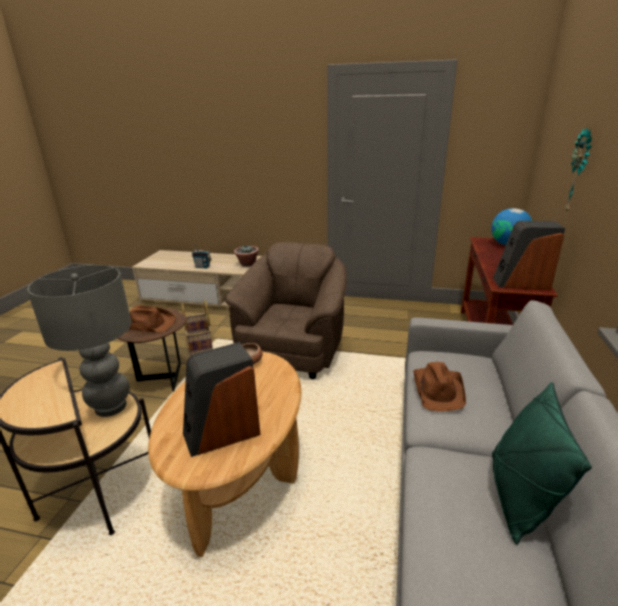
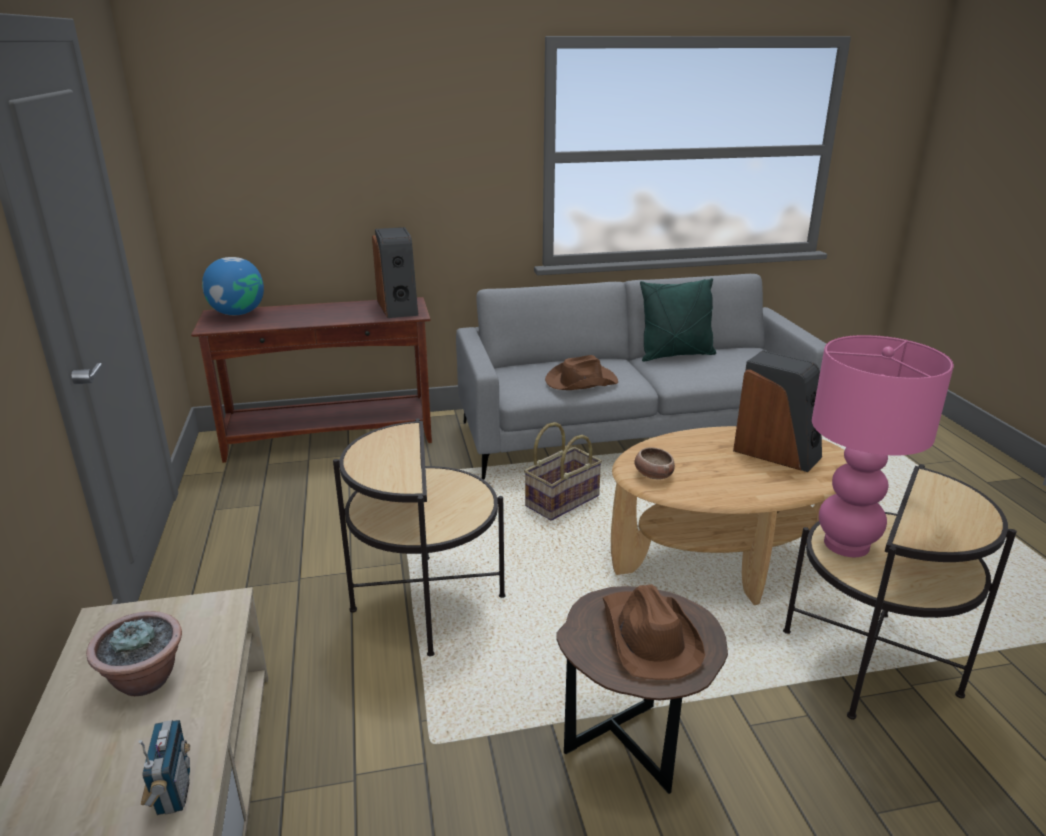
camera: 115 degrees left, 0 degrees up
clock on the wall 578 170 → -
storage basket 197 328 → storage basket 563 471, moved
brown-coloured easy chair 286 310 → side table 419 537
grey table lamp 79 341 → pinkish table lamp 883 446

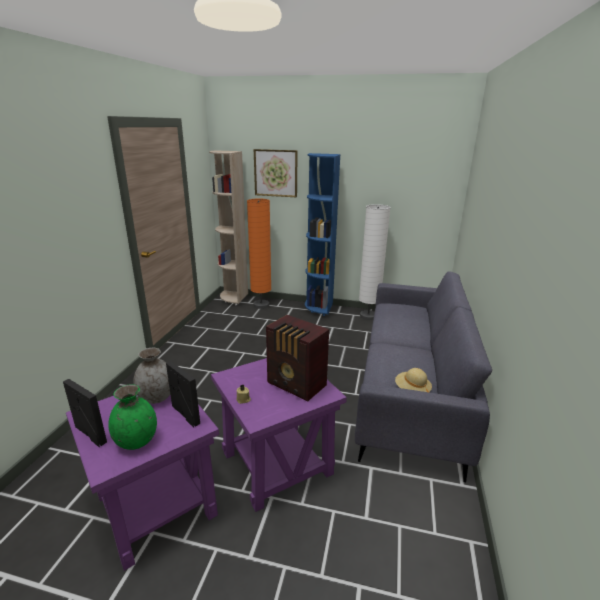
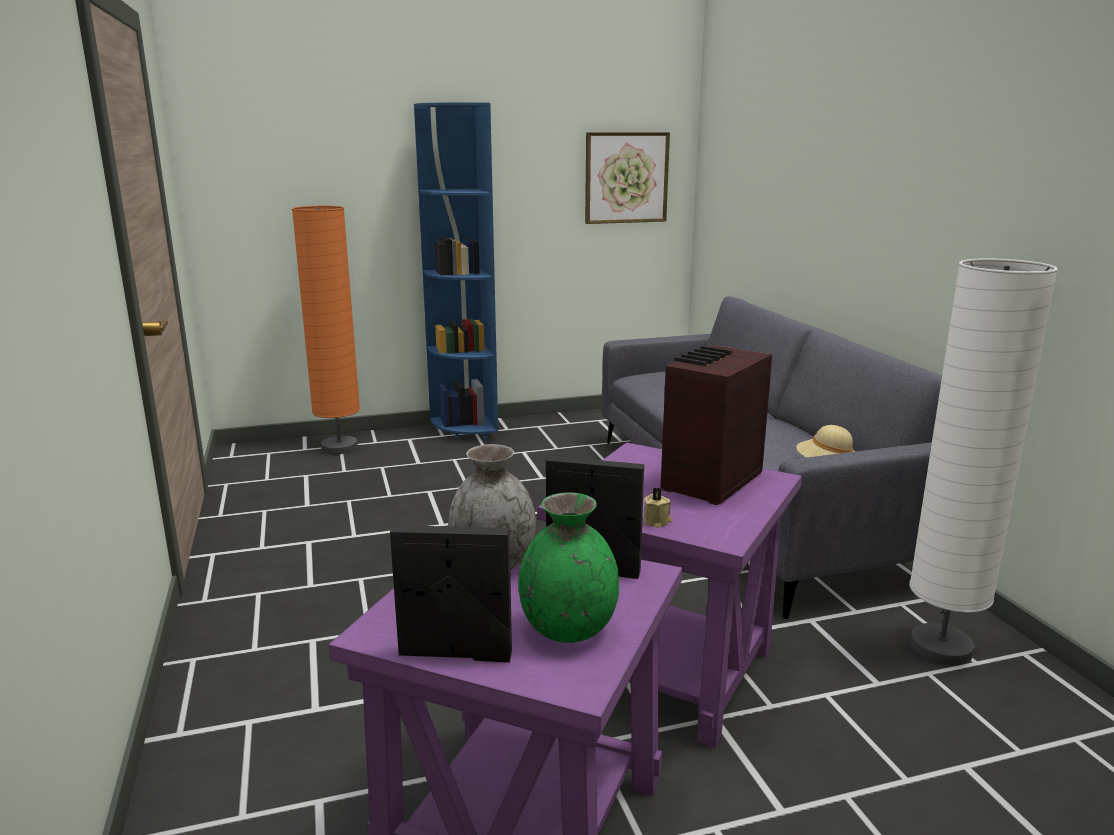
camera: 30 degrees left, 5 degrees down
beige-coloured bookcase 228 227 → -
wall picture 276 173 → wall picture 627 178, moved
white floor lamp 375 262 → white floor lamp 983 462, moved
radio set 297 358 → radio set 716 425, 120 degrees clockwise

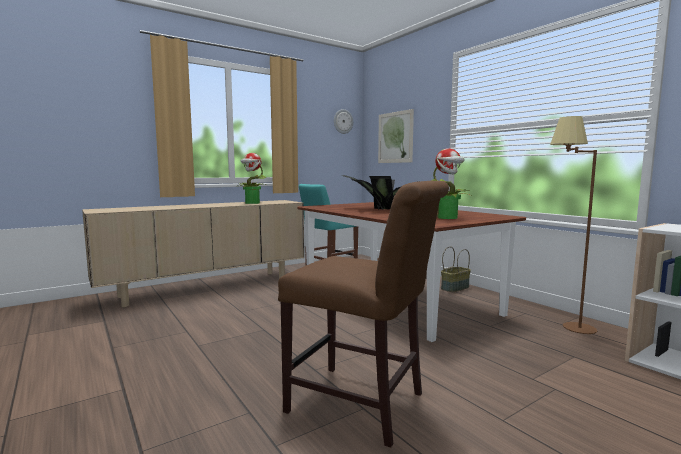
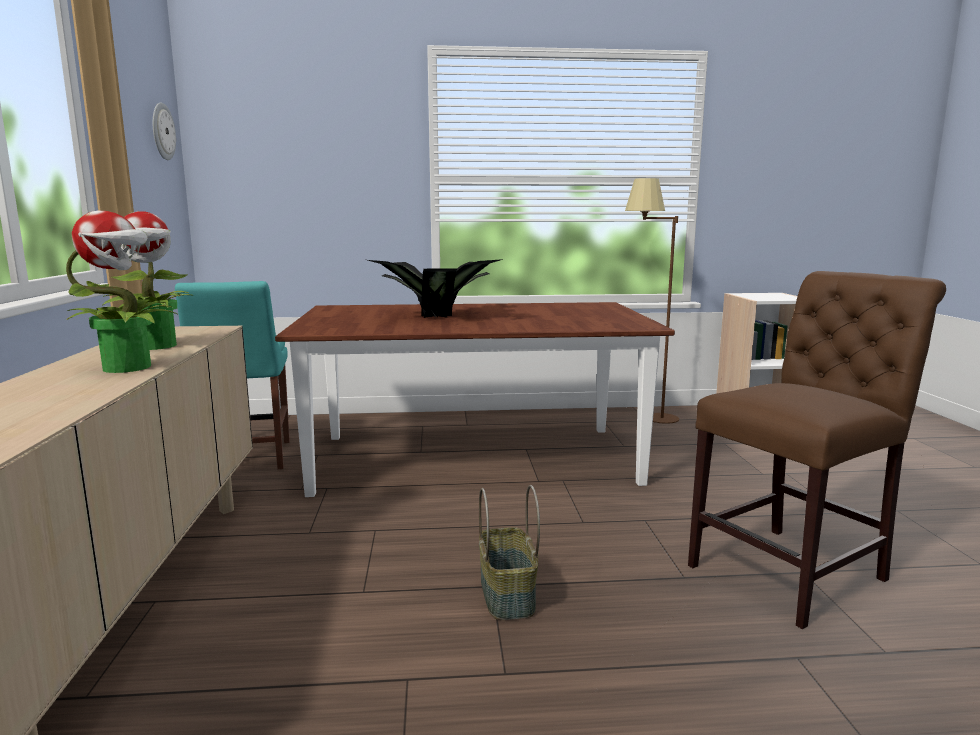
camera: 60 degrees left, 5 degrees up
wall picture 396 136 → -
plant in a pot 451 183 → plant in a pot 121 292, moved
storage basket 456 269 → storage basket 509 552, moved

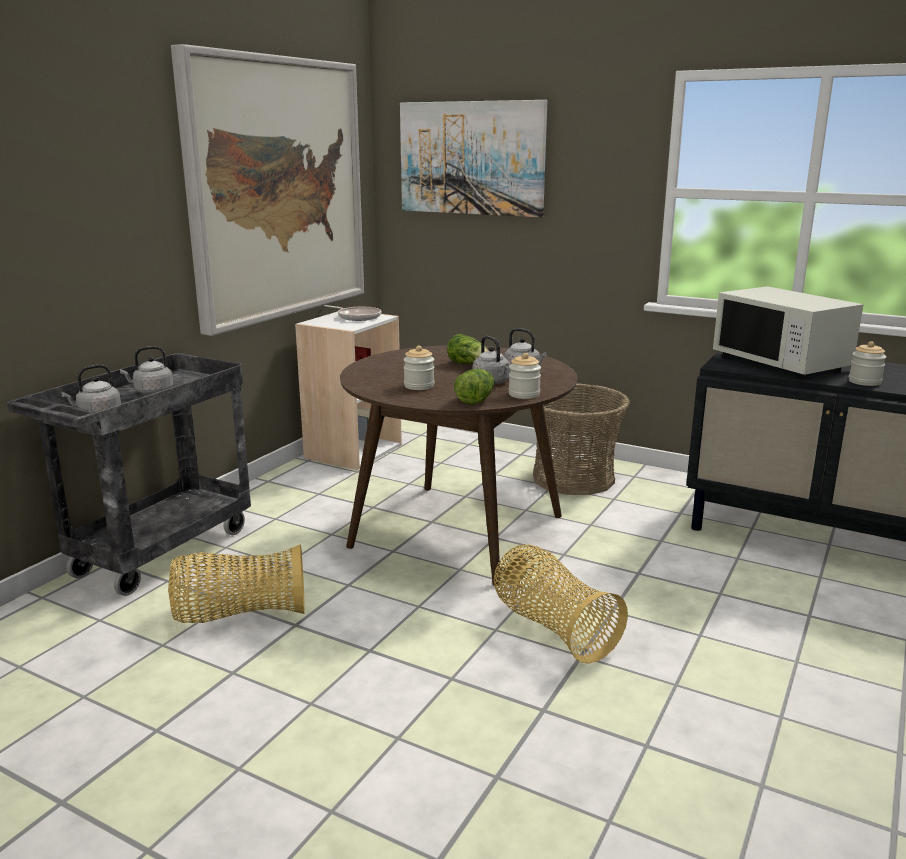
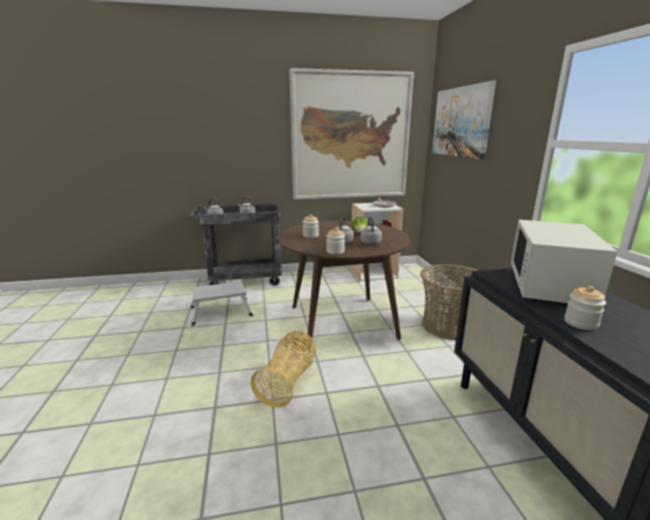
camera: 50 degrees right, 0 degrees up
lettuce head 474 387 → -
storage basket 236 583 → white step ladder 222 303

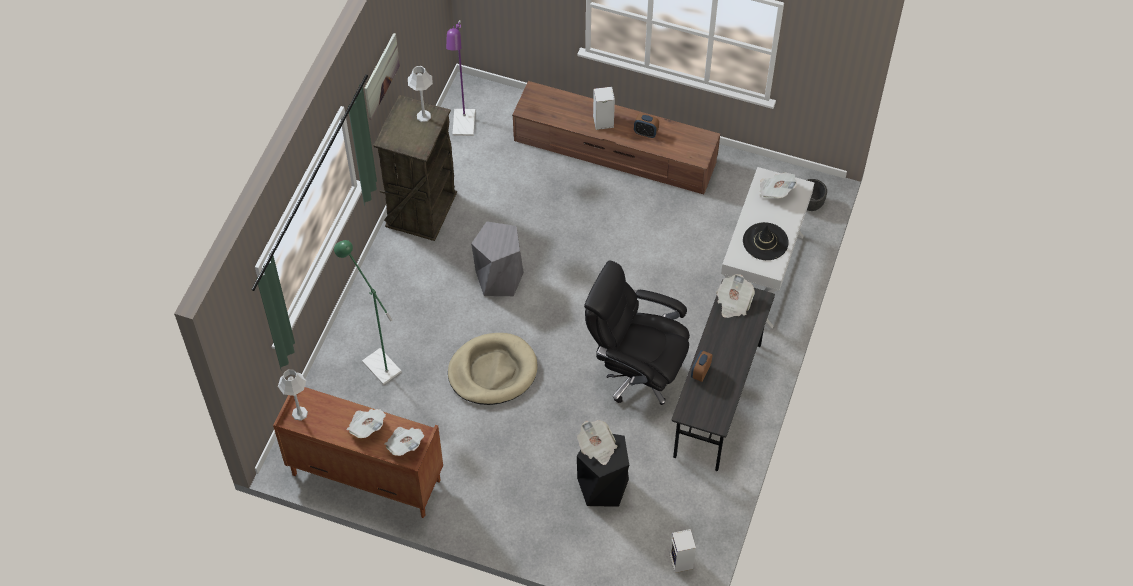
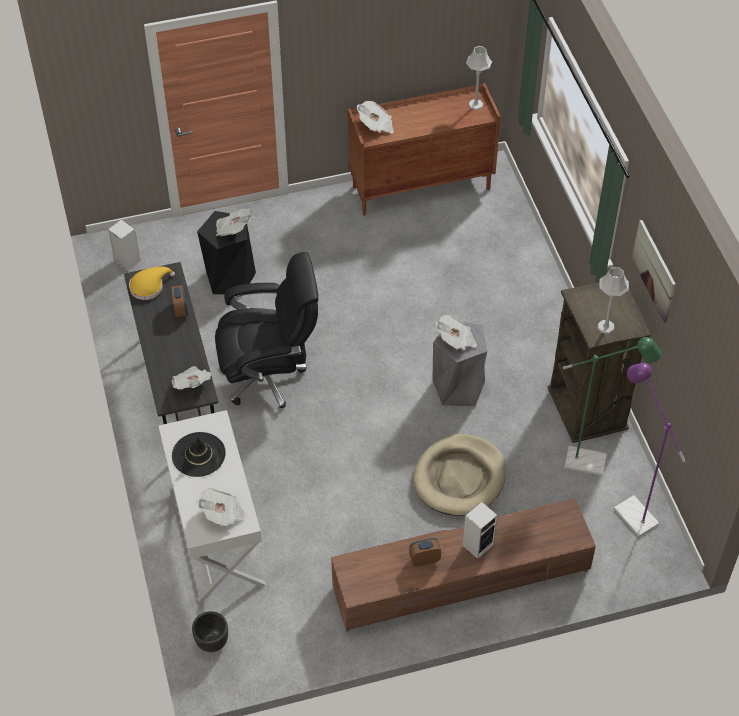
camera: 145 degrees right, 5 degrees down
- → yellow-coloured hat 152 283
green-coloured floor lamp 367 312 → green-coloured floor lamp 612 406, moved
newspaper 366 423 → newspaper 456 332, moved
beige-coloured pet bed 492 369 → beige-coloured pet bed 459 475, moved

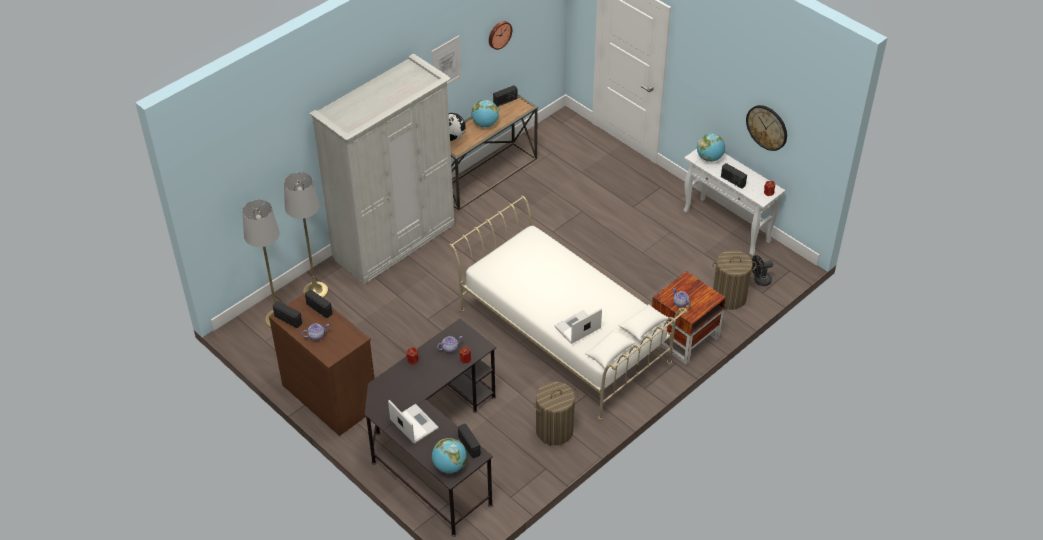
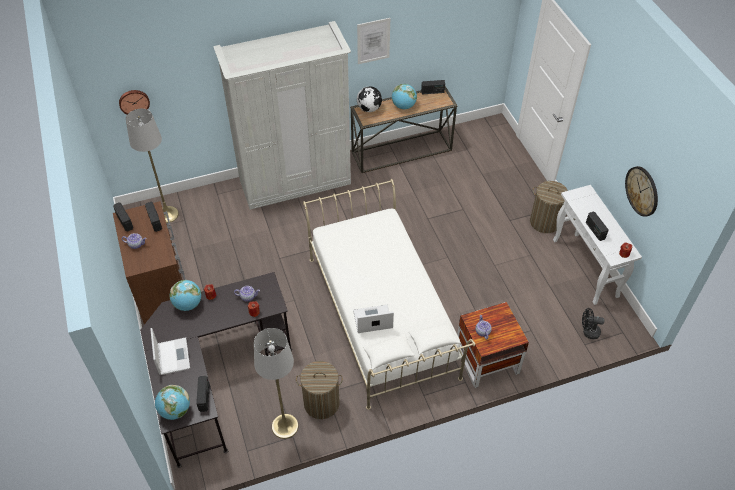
camera: 25 degrees right, 5 degrees up
grey floor lamp 306 235 → grey floor lamp 276 383, moved
clock on the wall 500 35 → clock on the wall 134 102, moved
desk globe 711 147 → desk globe 185 295, moved
hamper 734 280 → hamper 549 207, moved

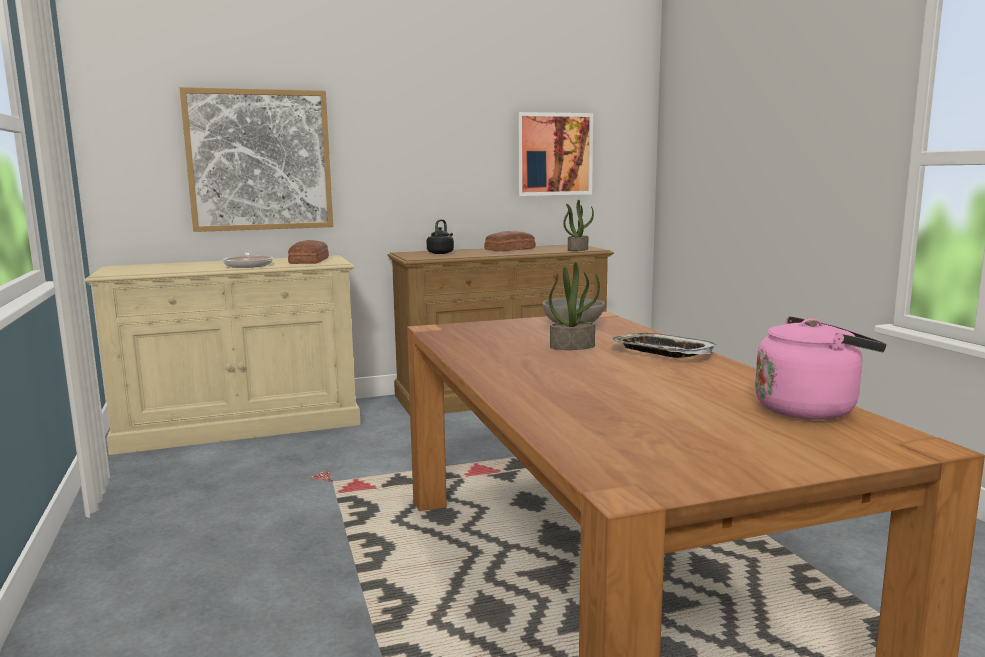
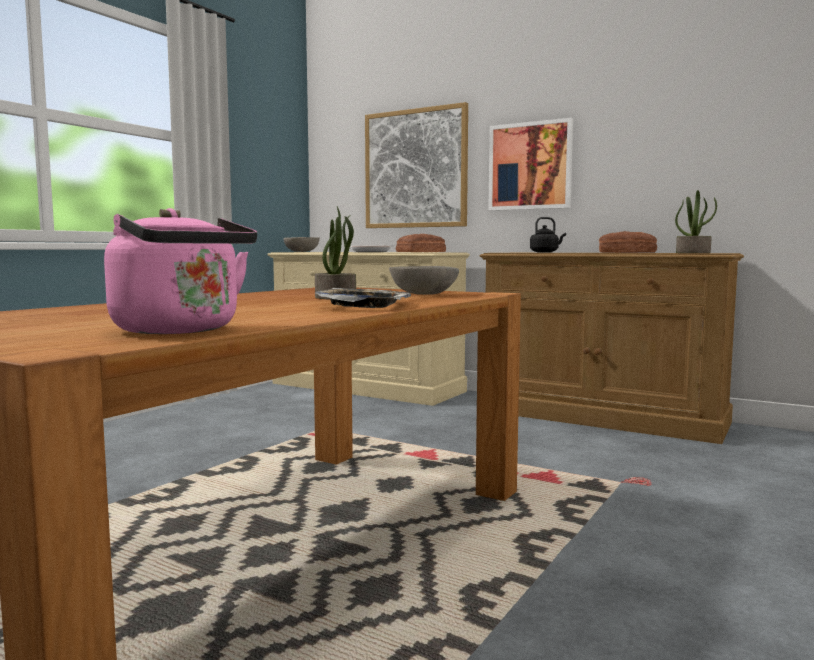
camera: 50 degrees right, 5 degrees down
- → grey serving bowl 301 244
wall picture 555 154 → wall picture 530 164, moved

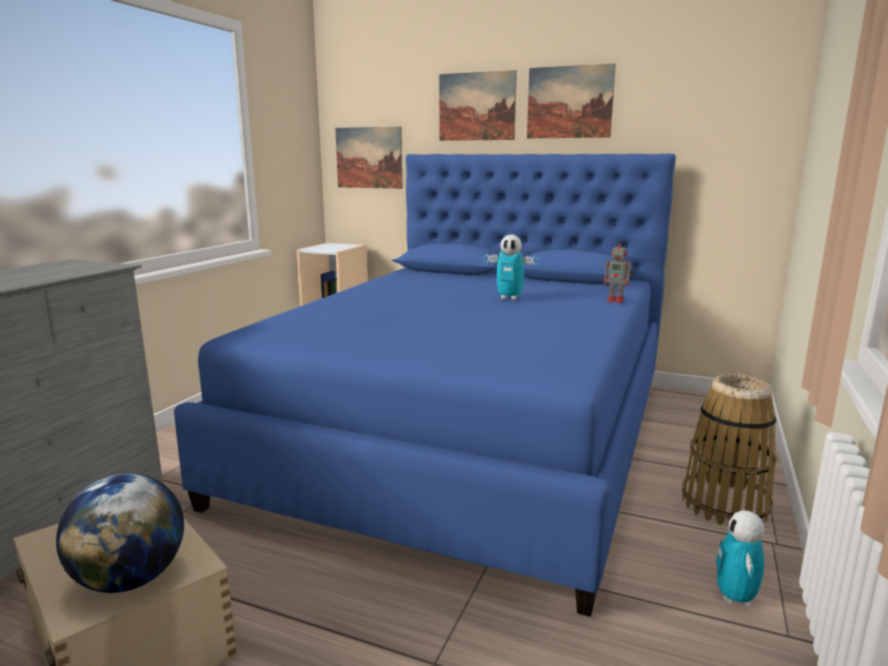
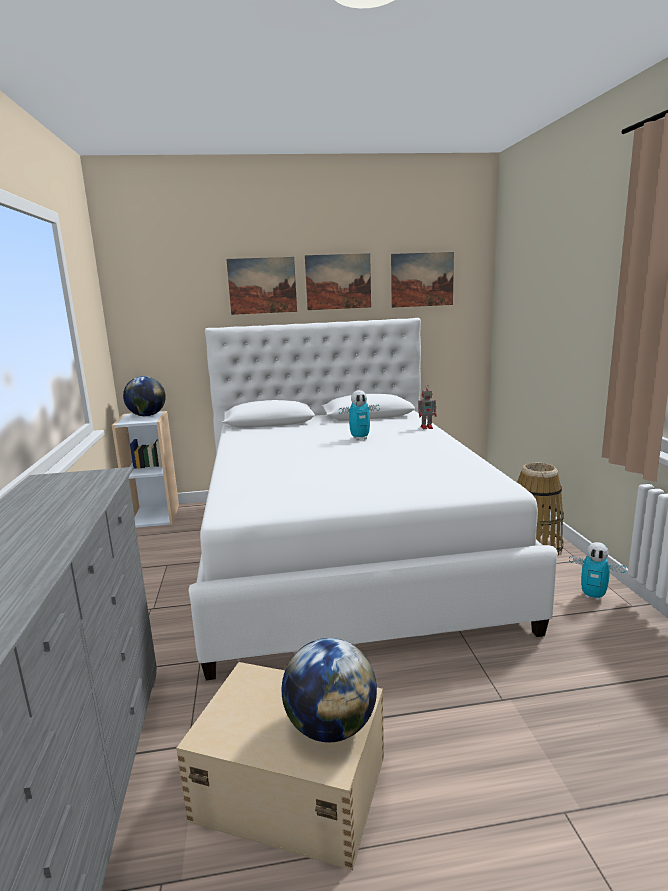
camera: 30 degrees left, 0 degrees up
- → desk globe 144 396
wall picture 368 158 → wall picture 422 280, moved
blue-coloured bed 425 385 → white bed 373 499
robot figure 740 558 → robot figure 597 571, 45 degrees counterclockwise

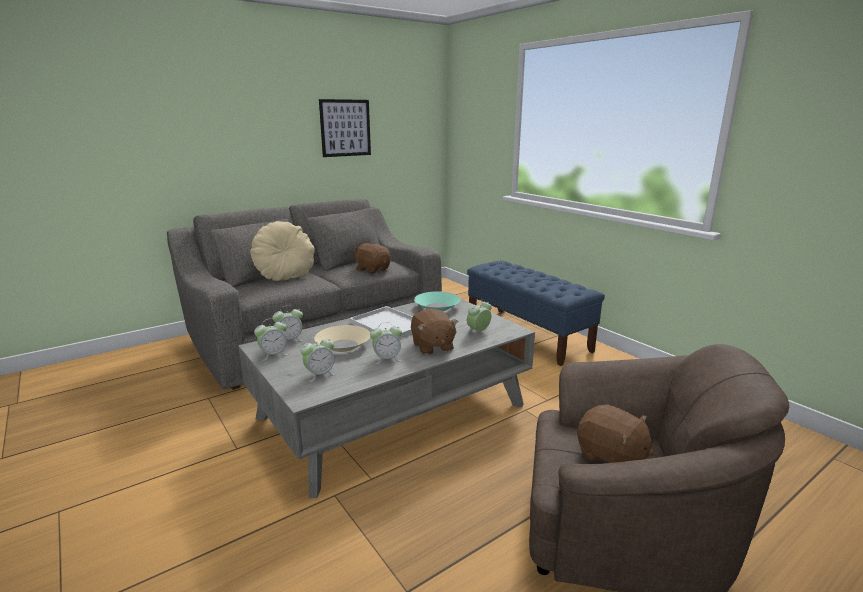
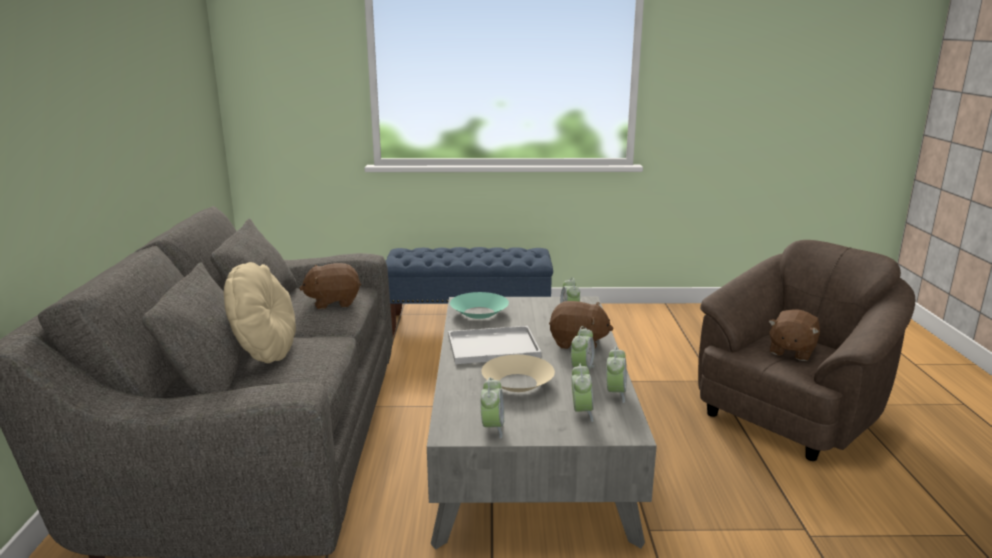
camera: 55 degrees left, 0 degrees up
wall picture 345 128 → -
bedside clock 288 324 → bedside clock 616 375, moved
brown-coloured plush toy 615 433 → brown-coloured plush toy 794 335, 135 degrees clockwise

